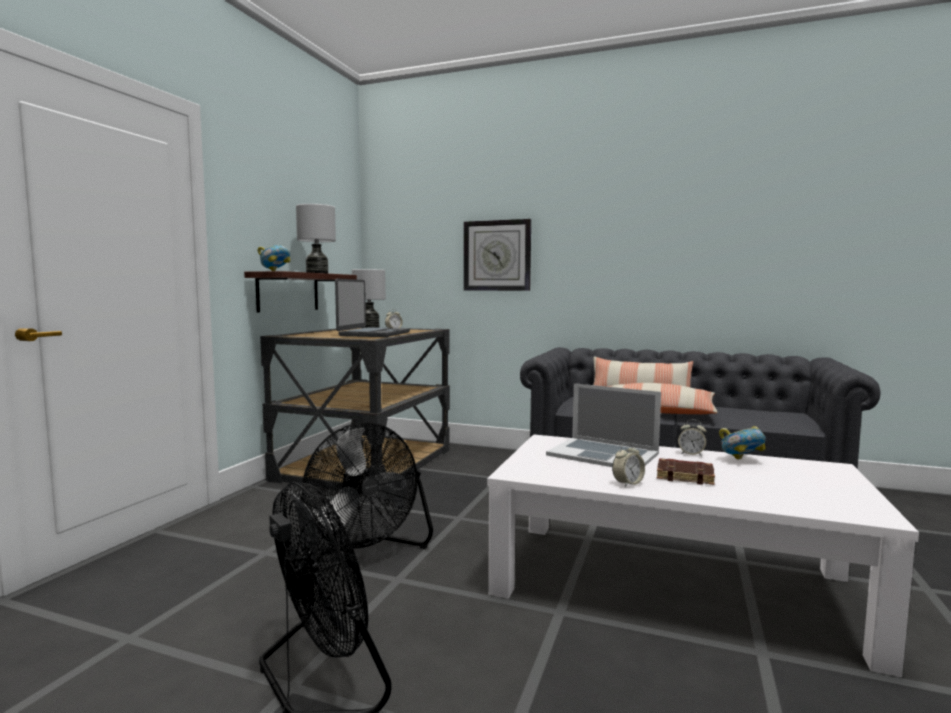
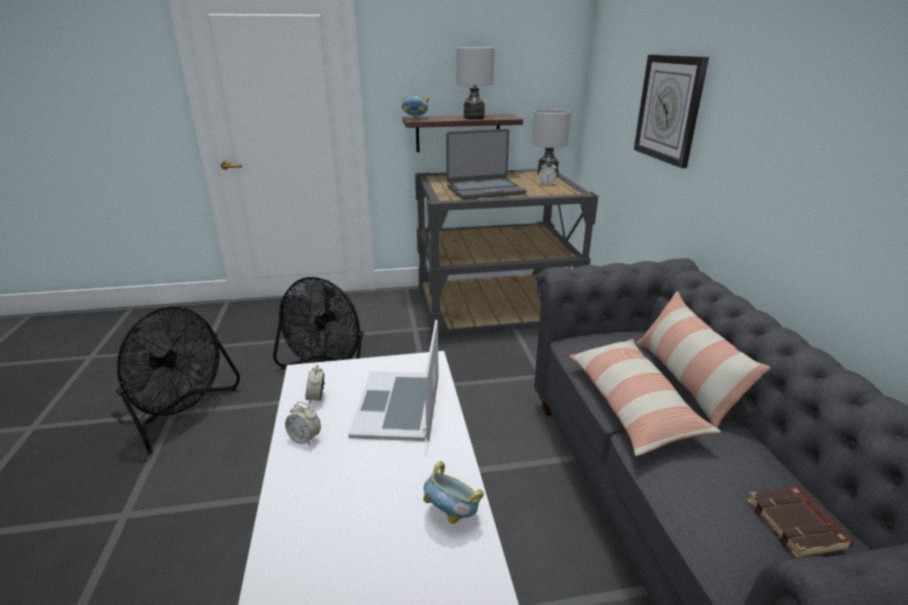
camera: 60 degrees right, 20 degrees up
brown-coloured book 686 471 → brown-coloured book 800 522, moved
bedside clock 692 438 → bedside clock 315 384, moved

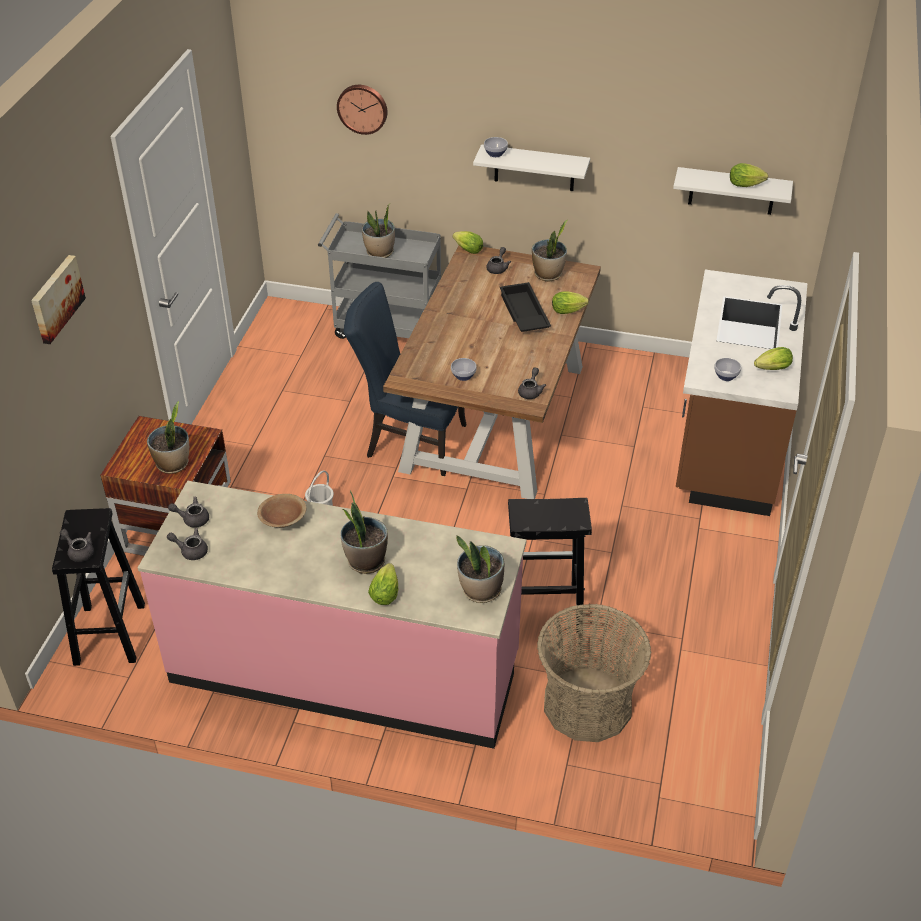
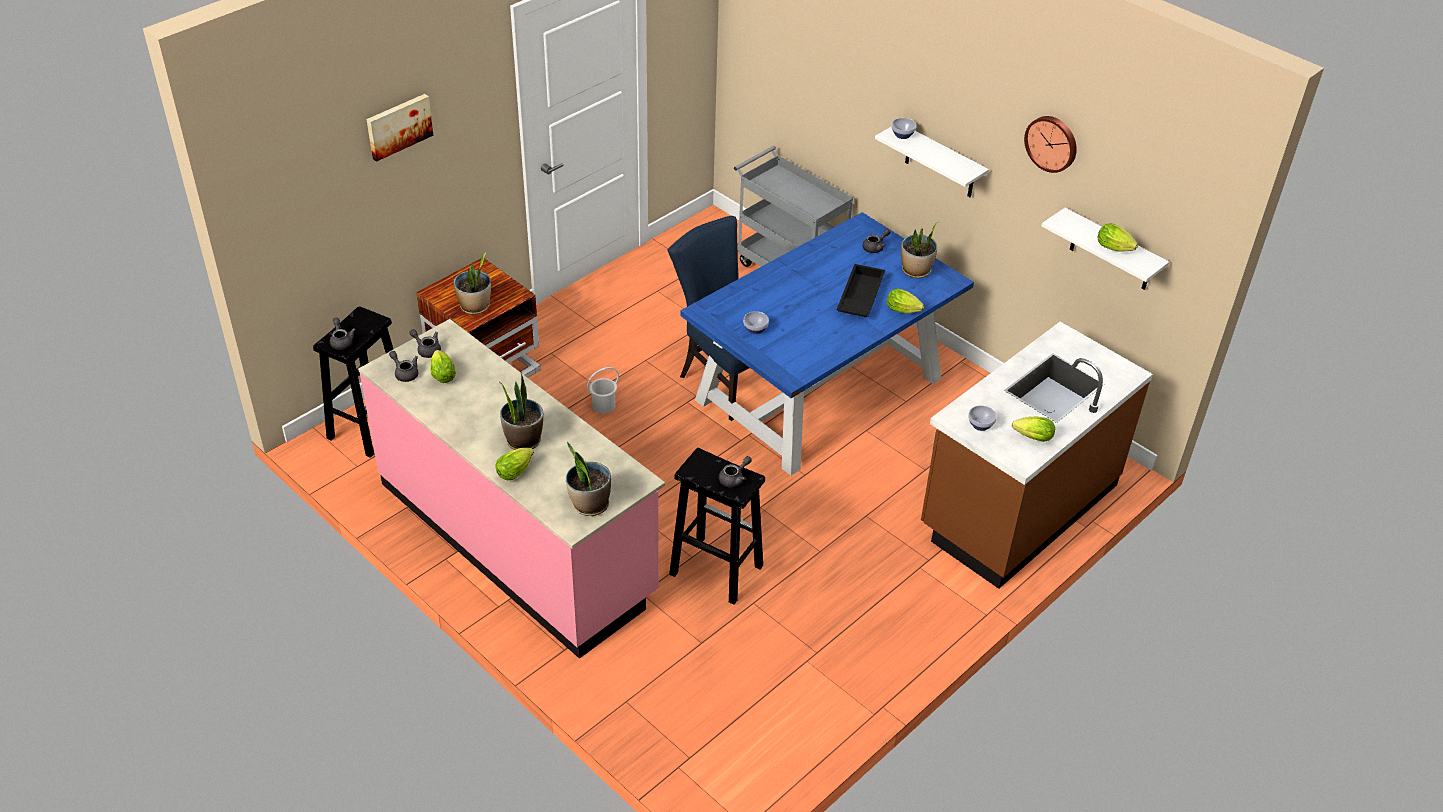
camera: 30 degrees right, 0 degrees up
brown-coloured serving bowl 281 511 → -
plant in a pot 378 231 → -
storage basket 594 673 → -
clock on the wall 362 110 → clock on the wall 1050 144, moved
lettuce head 467 242 → lettuce head 443 366, moved
grey pot for tea 532 383 → grey pot for tea 735 471, moved
brown-coloured dinner table 492 372 → blue-coloured dinner table 827 344

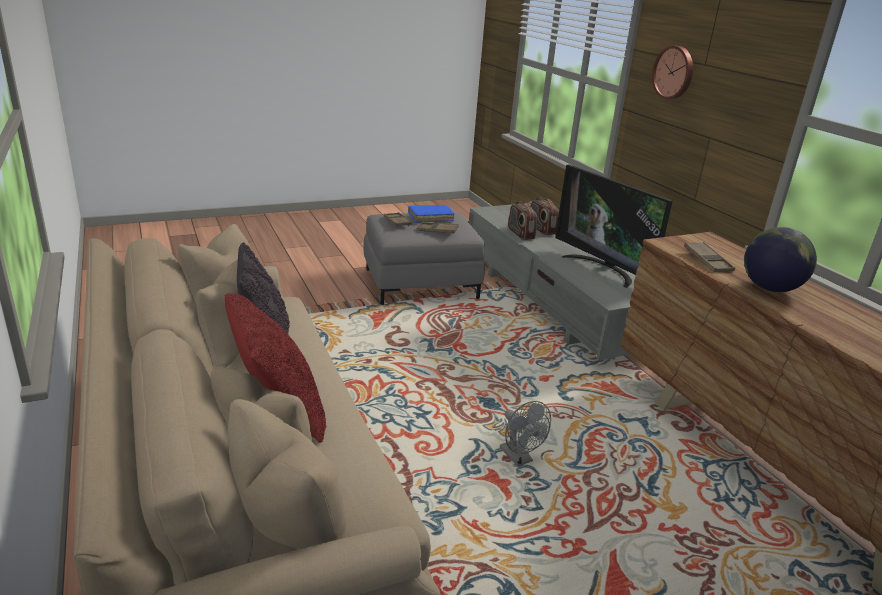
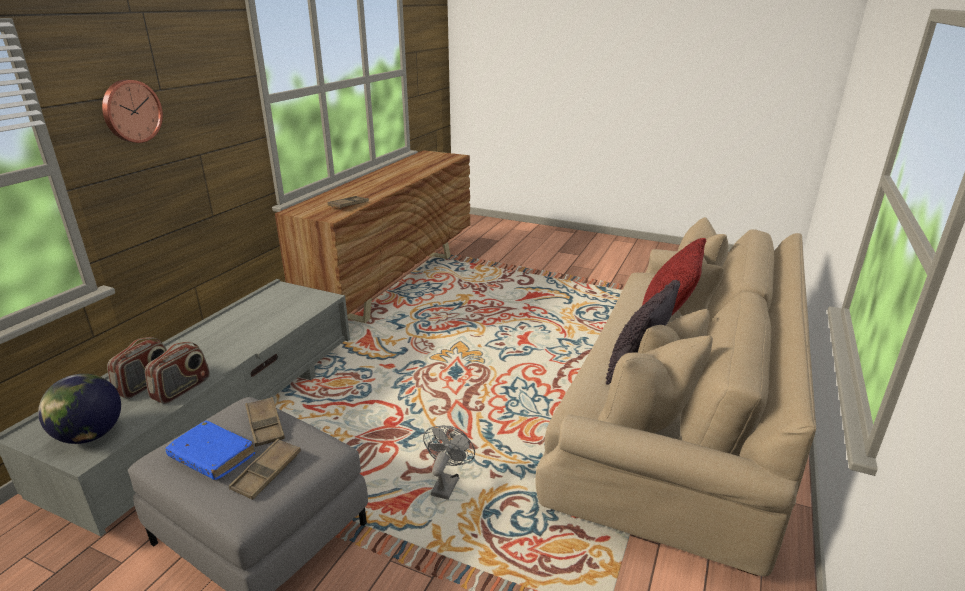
camera: 130 degrees left, 0 degrees up
TV set 613 226 → -
grey cooling fan 525 433 → grey cooling fan 449 462, moved
desk globe 780 259 → desk globe 79 409, moved

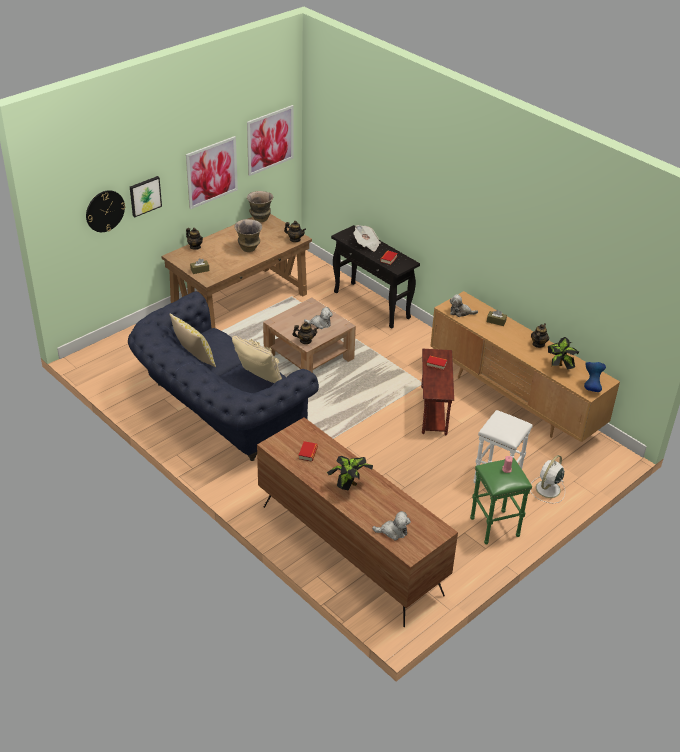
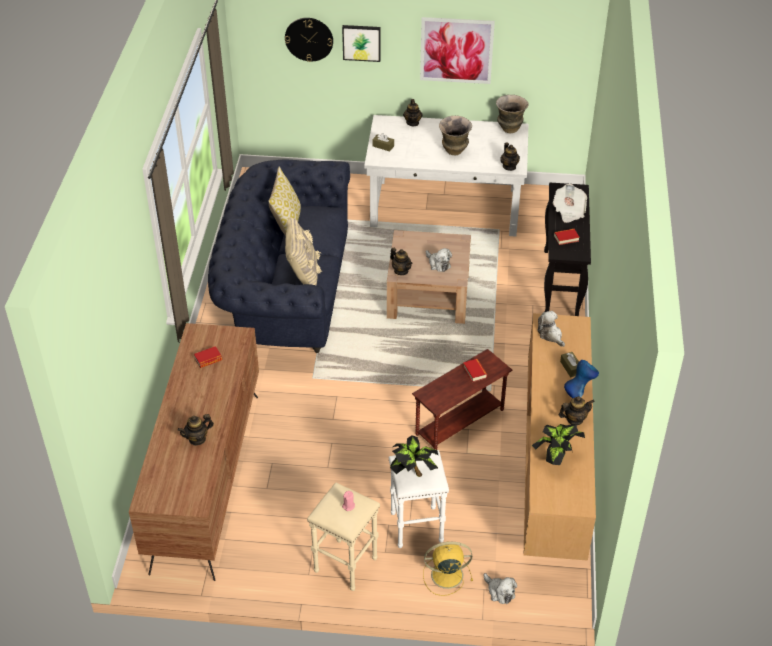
camera: 50 degrees right, 5 degrees up
wall picture 270 140 → -
- → pot for tea 195 430
plant in a pot 350 473 → plant in a pot 414 456, moved
plush toy 391 525 → plush toy 500 588, moved
blue-coloured flower vase 595 377 → blue-coloured flower vase 581 379, moved
brown-coloured desk table 236 271 → white desk table 446 176
green-coloured stool seat 501 501 → beige-coloured stool seat 343 537
white cooling fan 547 479 → yellow-coloured cooling fan 448 568

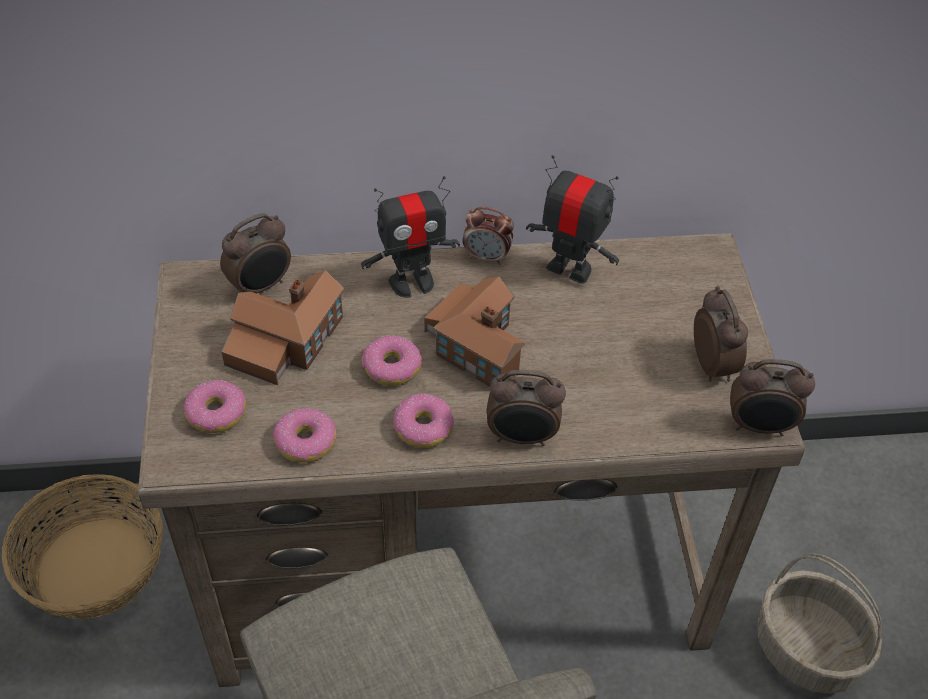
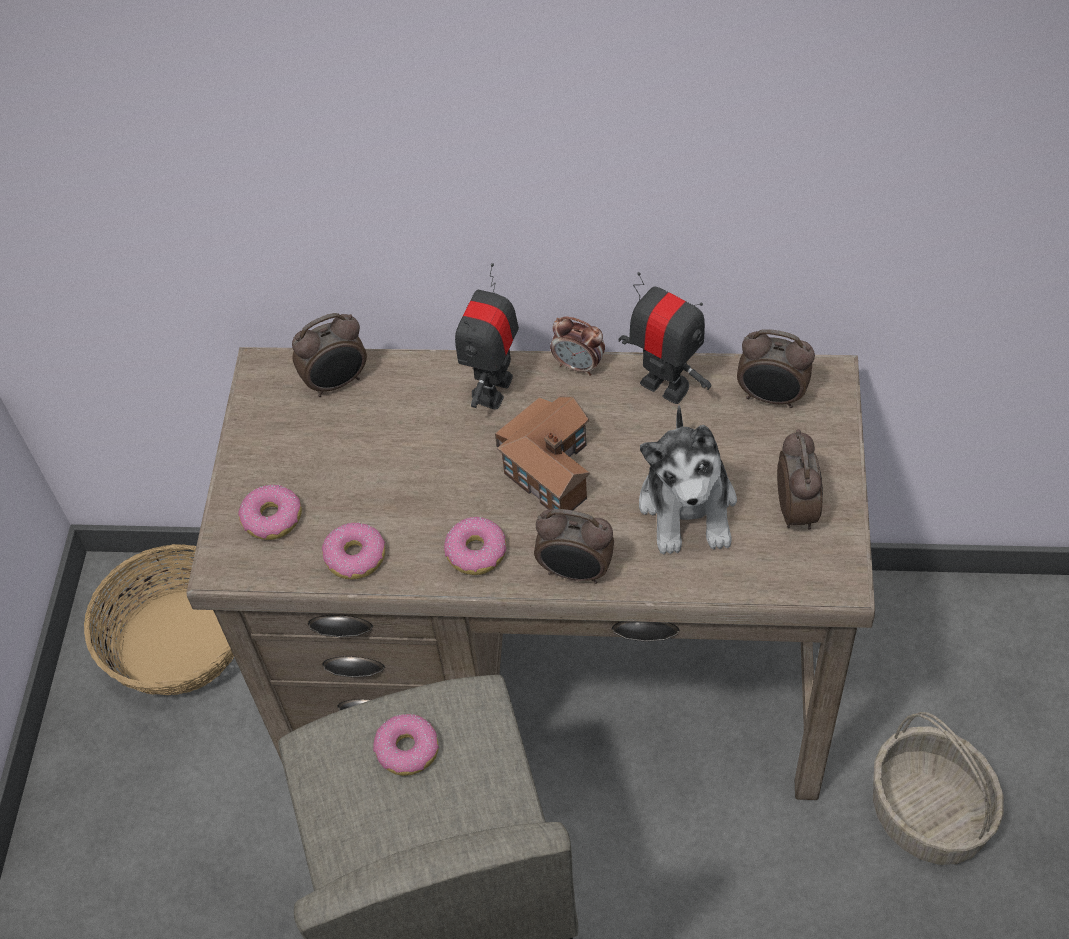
camera: 15 degrees right, 5 degrees up
miniature house 283 327 → -
- → plush toy 688 480
doughnut 392 360 → doughnut 406 745, moved
bedside clock 772 397 → bedside clock 776 368, moved
robot figure 410 237 → robot figure 487 336, 120 degrees clockwise

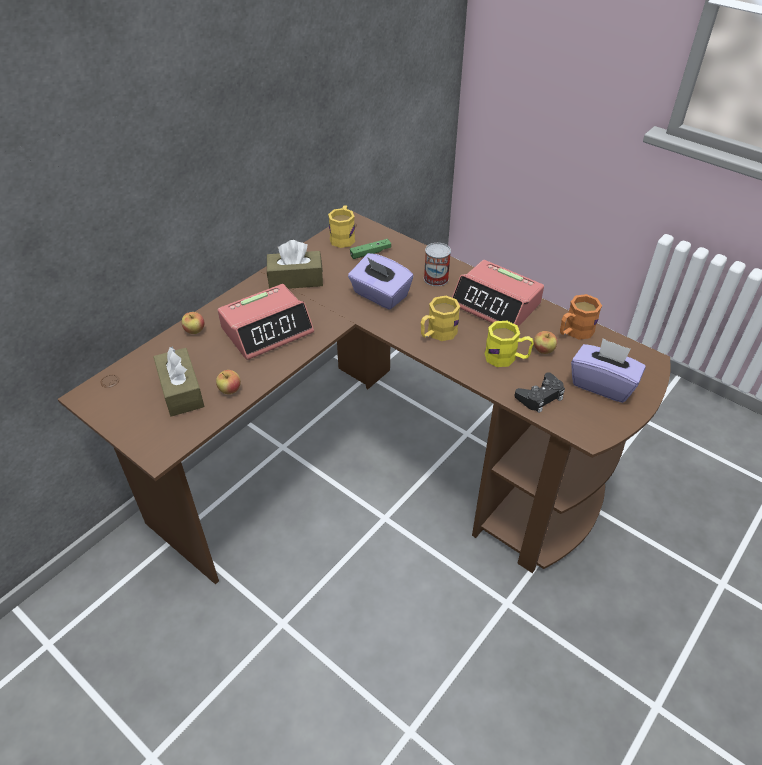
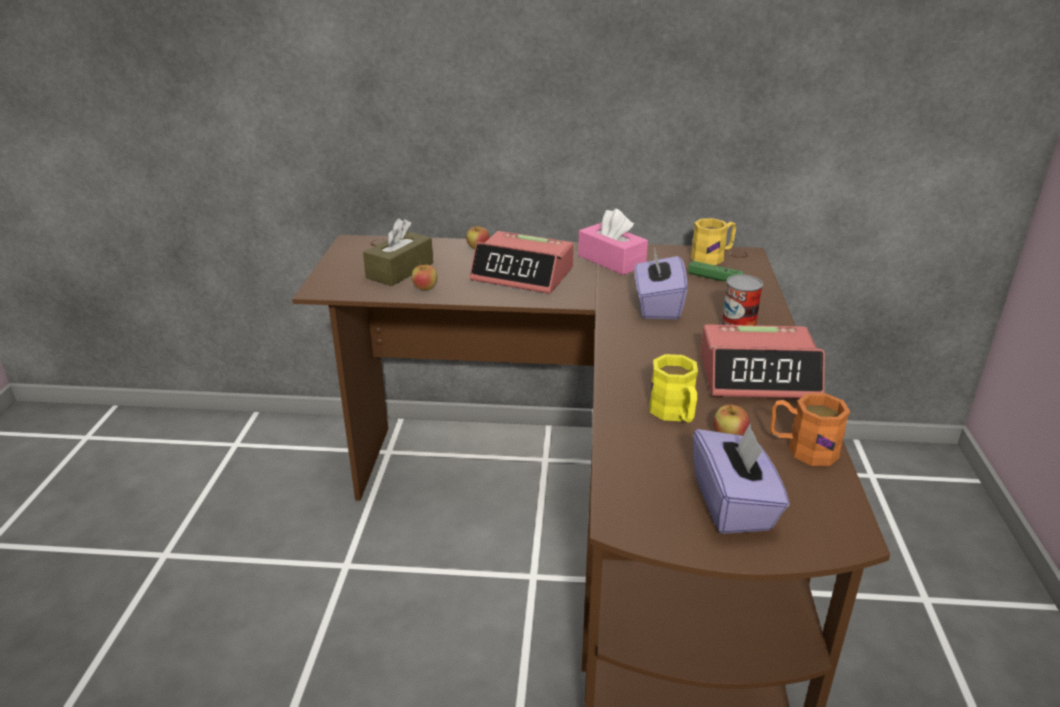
camera: 55 degrees right, 15 degrees down
yellow-coloured tea mug 440 318 → -
black-coloured gamepad 539 392 → -
brown-coloured tissue box 295 264 → pinkish tissue box 613 242
bedside clock 498 293 → bedside clock 762 361, 90 degrees counterclockwise

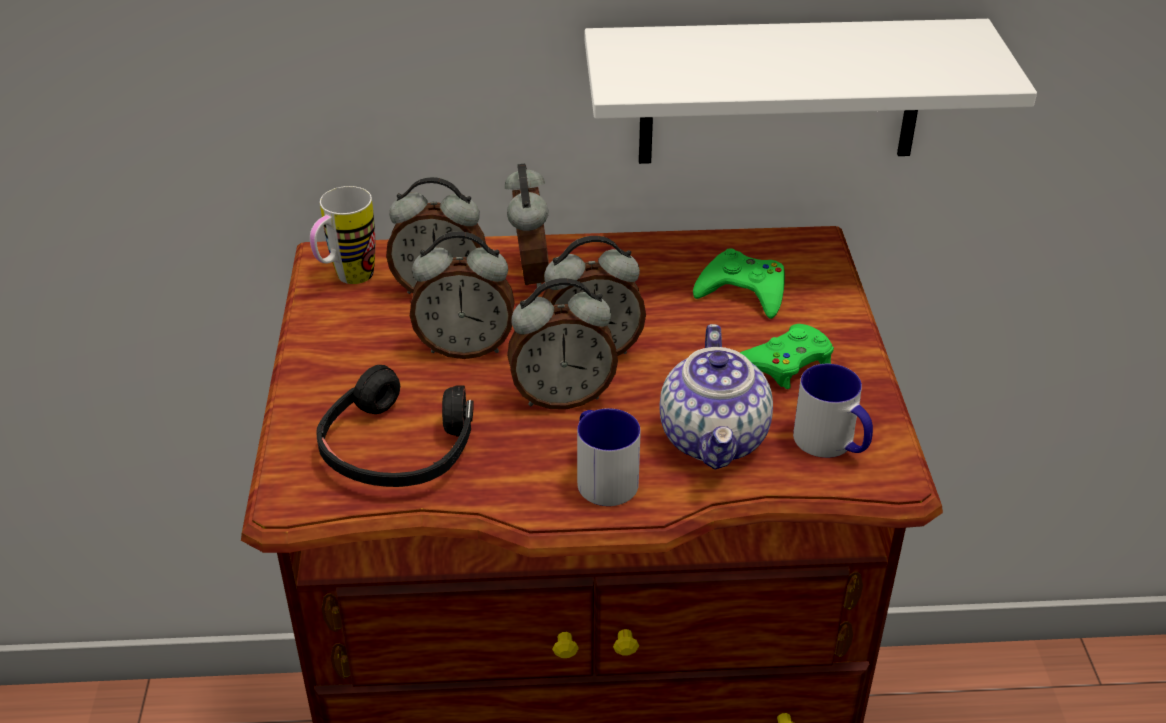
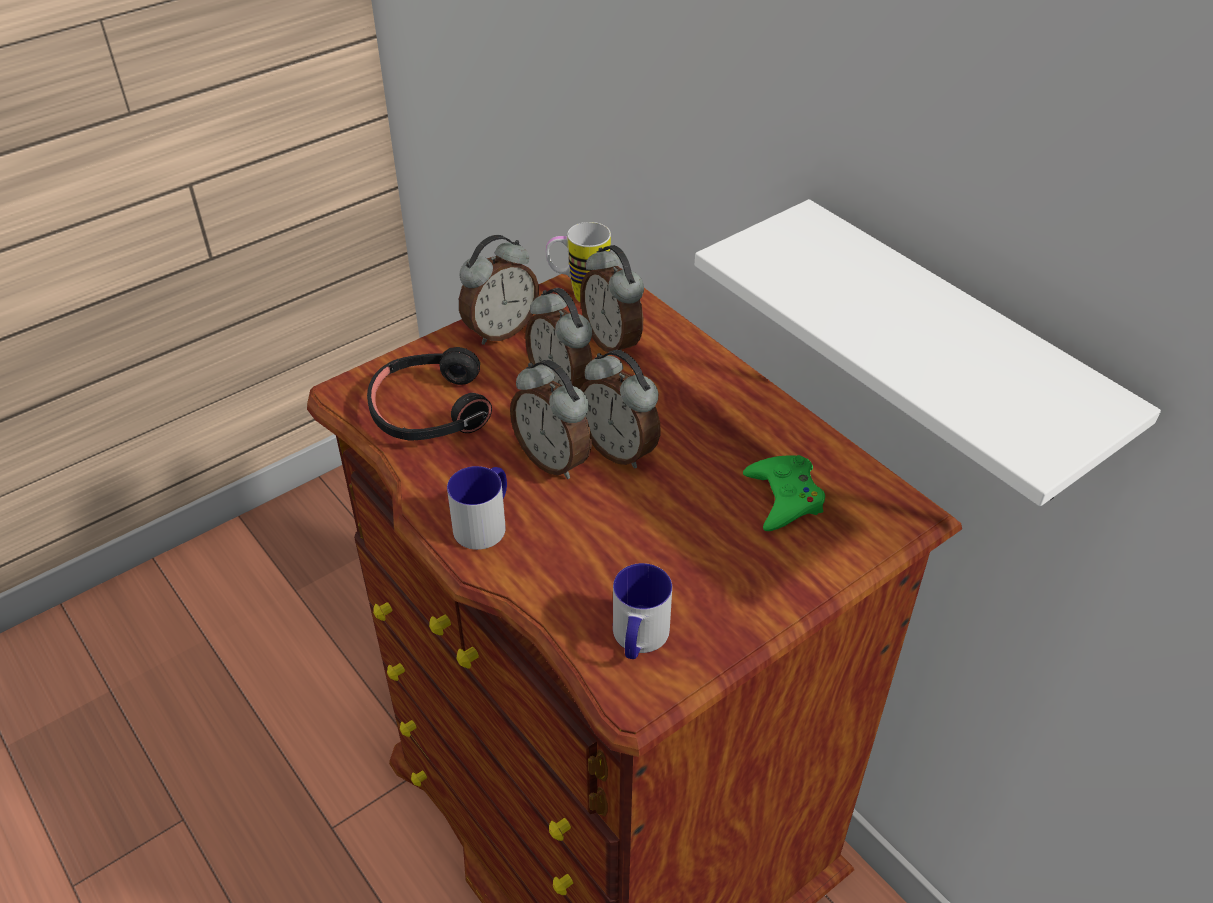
camera: 55 degrees right, 5 degrees up
pot for tea 716 397 → -
green-coloured gamepad 787 356 → -
bedside clock 527 225 → bedside clock 499 290, moved

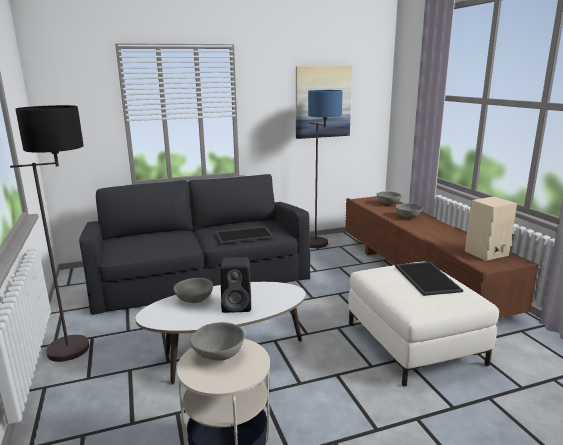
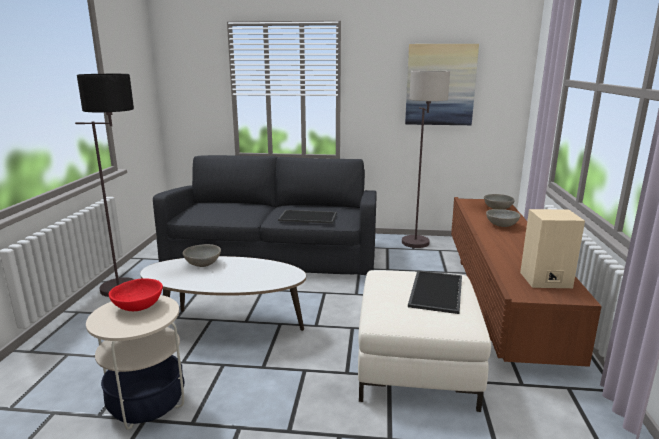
camera: 25 degrees right, 0 degrees up
black-coloured loudspeaker 235 285 → -
grey serving bowl 217 341 → red serving bowl 136 294
blue-coloured floor lamp 325 169 → grey floor lamp 426 159

